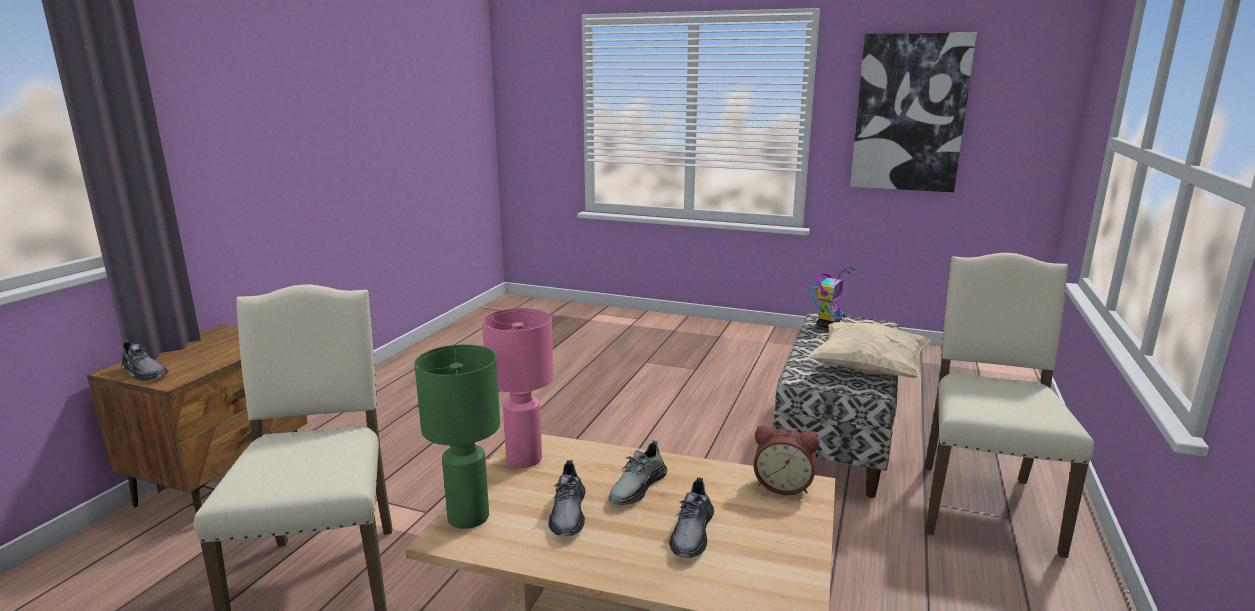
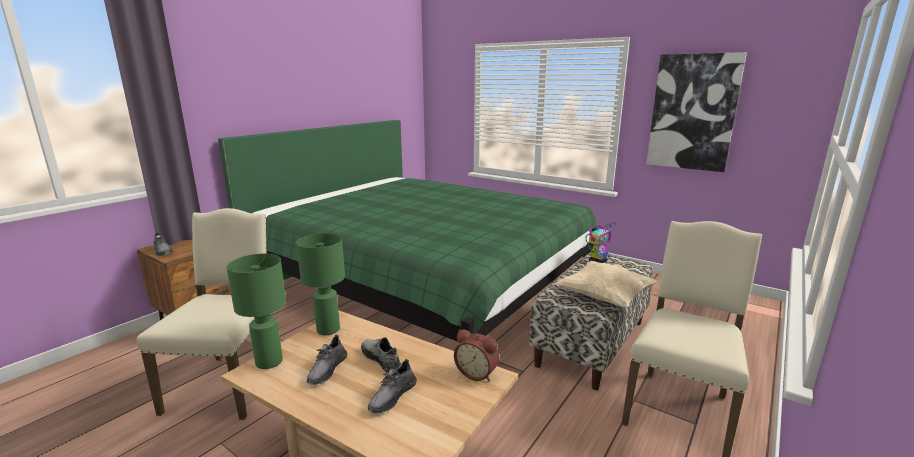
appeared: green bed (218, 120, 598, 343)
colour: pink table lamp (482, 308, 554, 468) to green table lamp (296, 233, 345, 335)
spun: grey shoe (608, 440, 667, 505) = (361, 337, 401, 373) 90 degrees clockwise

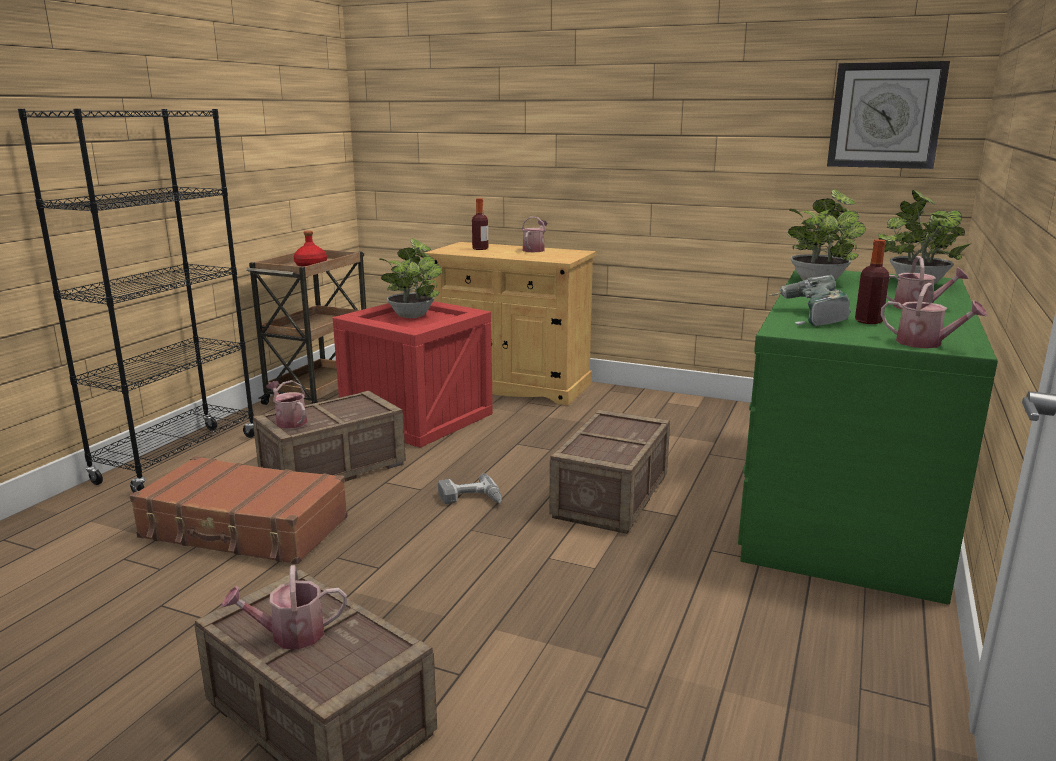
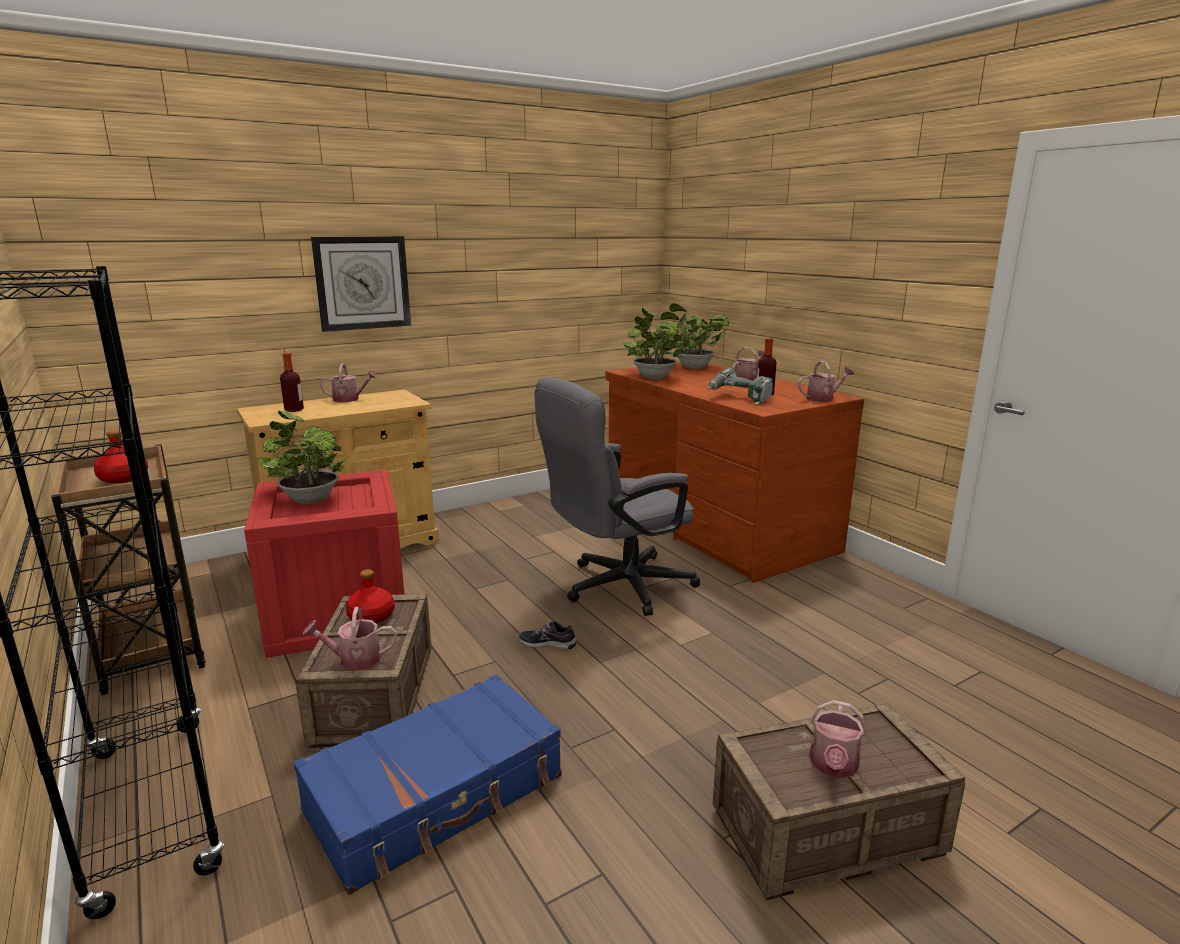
appeared: red bottle (346, 569, 395, 624)
relocated: wall clock (827, 61, 950, 169) to (311, 236, 411, 332)
exchanged: power drill (438, 473, 502, 504) to shoe (518, 621, 577, 649); crate (549, 410, 670, 534) to grey office chair (534, 377, 700, 616)
colour: brown suitcase (130, 456, 348, 565) to blue suitcase (294, 674, 561, 895); green desk (738, 269, 998, 605) to brown desk (606, 362, 864, 583)
spun: watering can (522, 217, 547, 252) = (319, 363, 378, 402) 120 degrees clockwise

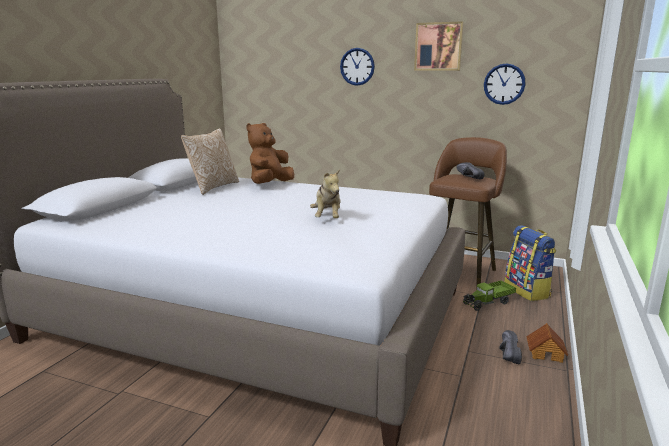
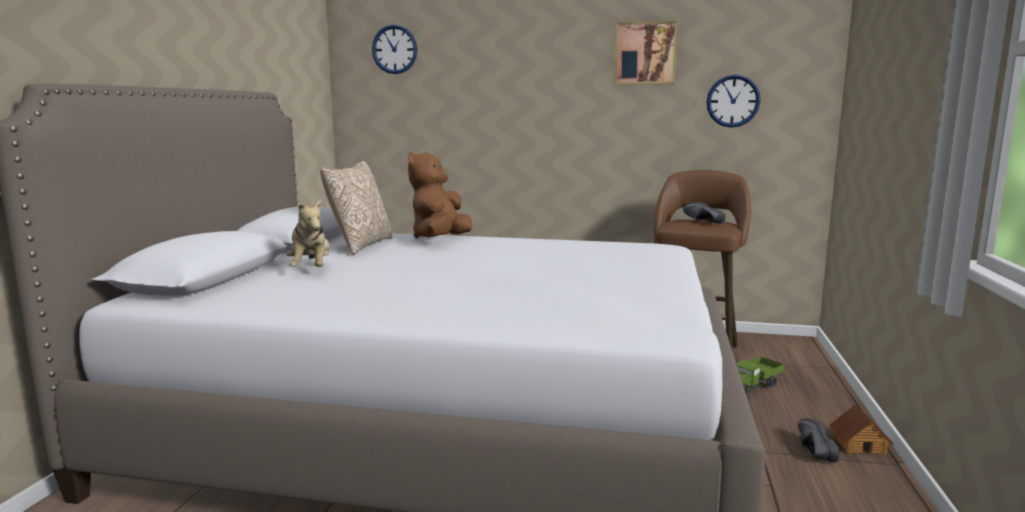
missing: backpack (504, 225, 556, 301)
relocated: plush toy (310, 169, 341, 218) to (286, 199, 330, 267); wall clock (340, 48, 375, 86) to (372, 25, 417, 74)

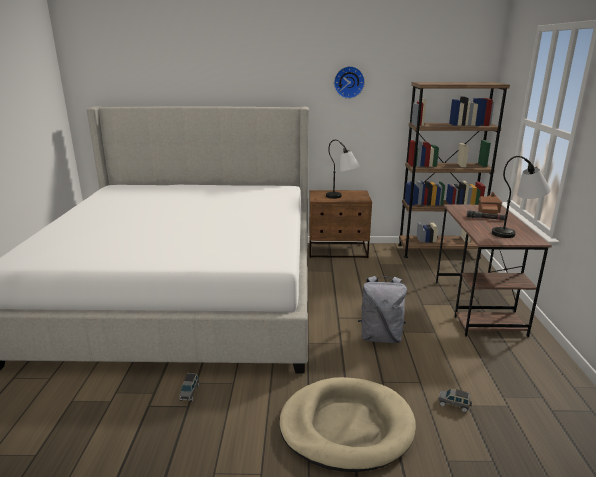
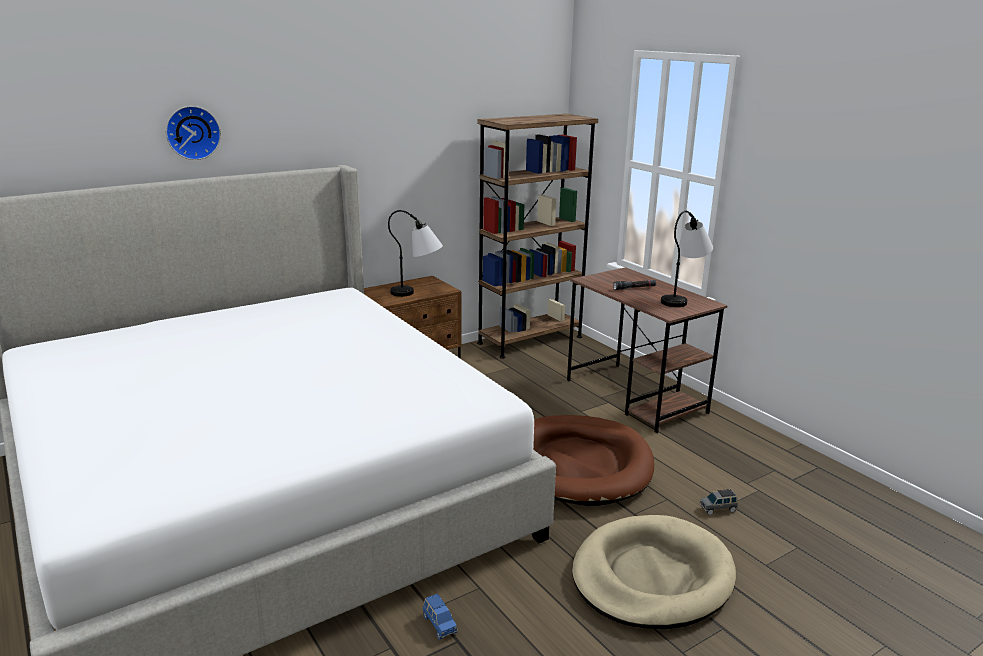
missing: toy house (478, 192, 503, 214)
relocated: wall clock (334, 66, 365, 99) to (166, 106, 221, 160)
exchanged: grey backpack (358, 276, 407, 343) to brown dog bed (533, 415, 654, 506)
colour: grey toy car (179, 373, 199, 402) to blue toy car (423, 593, 458, 640)

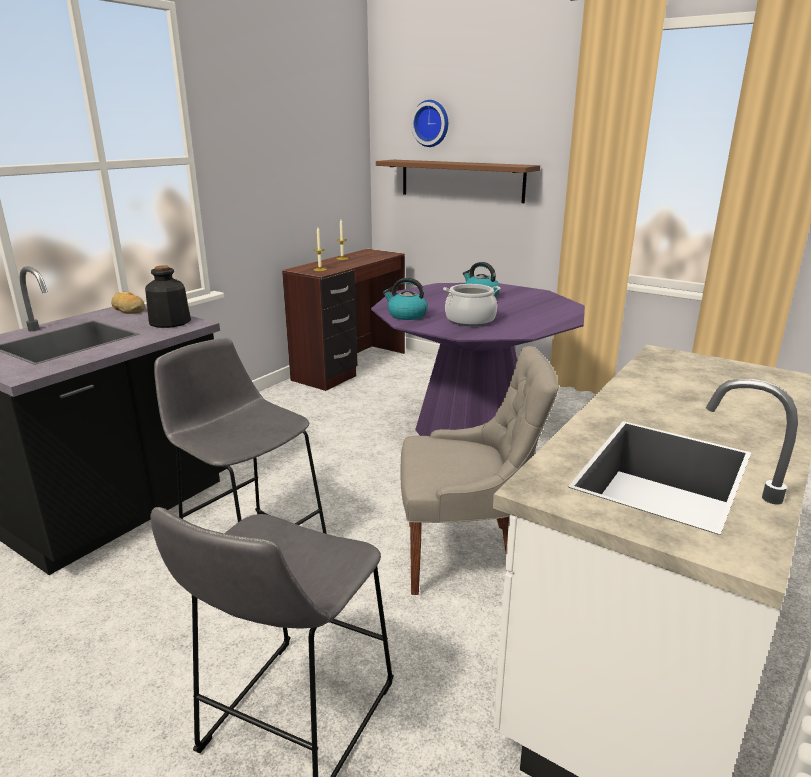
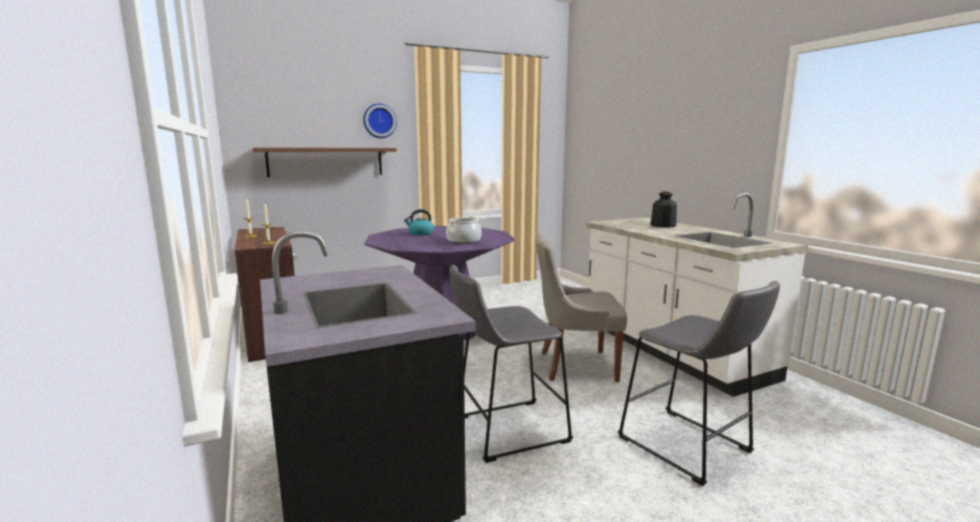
missing: bread (111, 291, 145, 314); kettle (383, 278, 428, 320)
relocated: bottle (145, 265, 191, 328) to (650, 191, 677, 228); wall clock (411, 100, 448, 147) to (363, 104, 397, 138)
spun: grey chair (401, 346, 559, 595) = (534, 234, 627, 382) 120 degrees counterclockwise

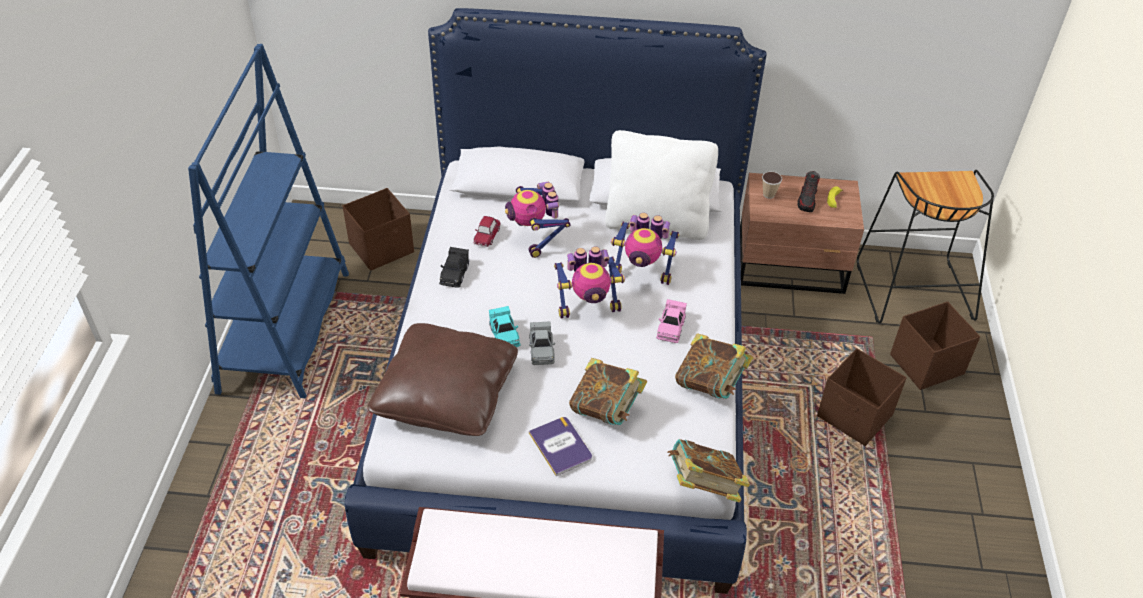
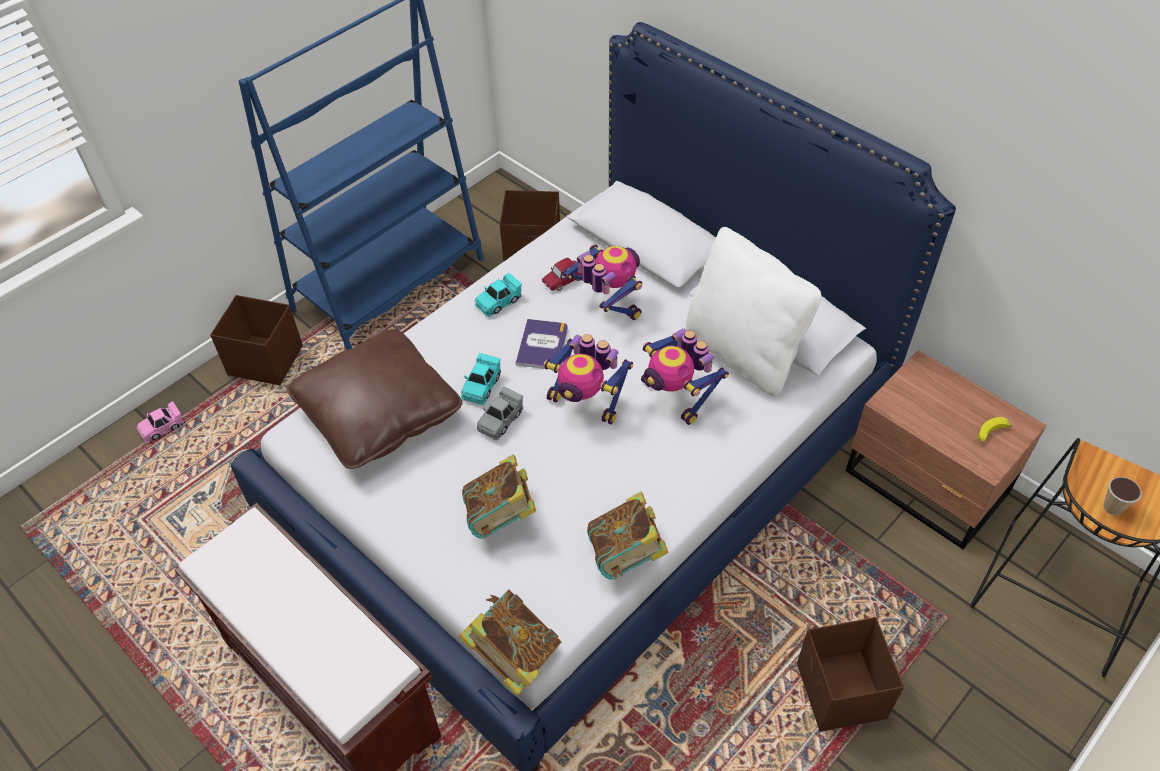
missing: shoe (798, 171, 820, 212)
relocated: book (529, 417, 592, 476) to (516, 319, 568, 369); pink toy car (656, 299, 687, 343) to (137, 401, 184, 443); cup (762, 172, 782, 199) to (1103, 477, 1142, 515); brown storage box (890, 301, 980, 390) to (210, 295, 303, 385)
colour: black toy car (439, 247, 469, 288) to turquoise toy car (475, 273, 522, 317)
spun: toy robot (505, 182, 571, 258) = (562, 245, 642, 320) 120 degrees clockwise

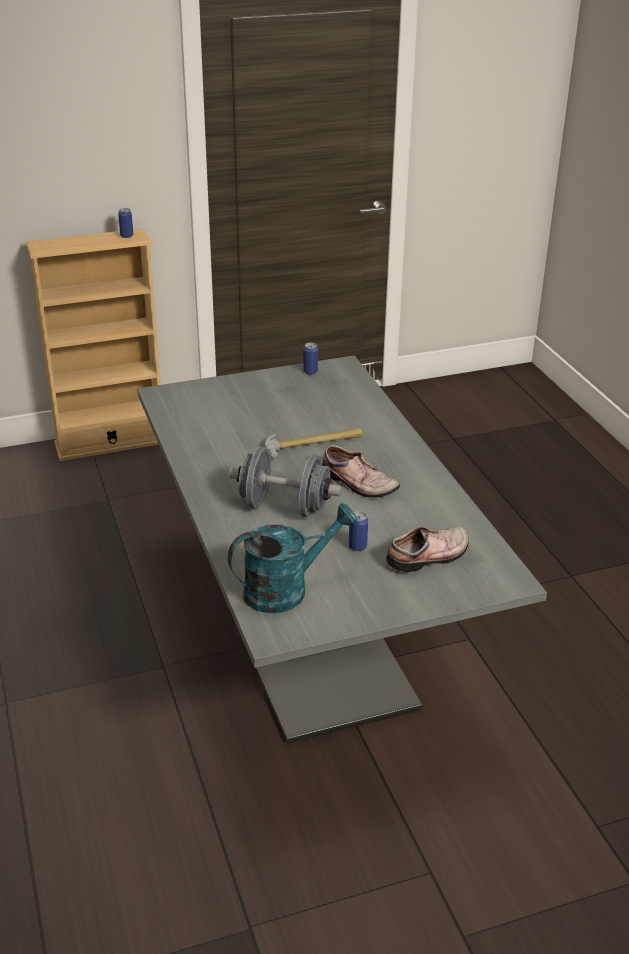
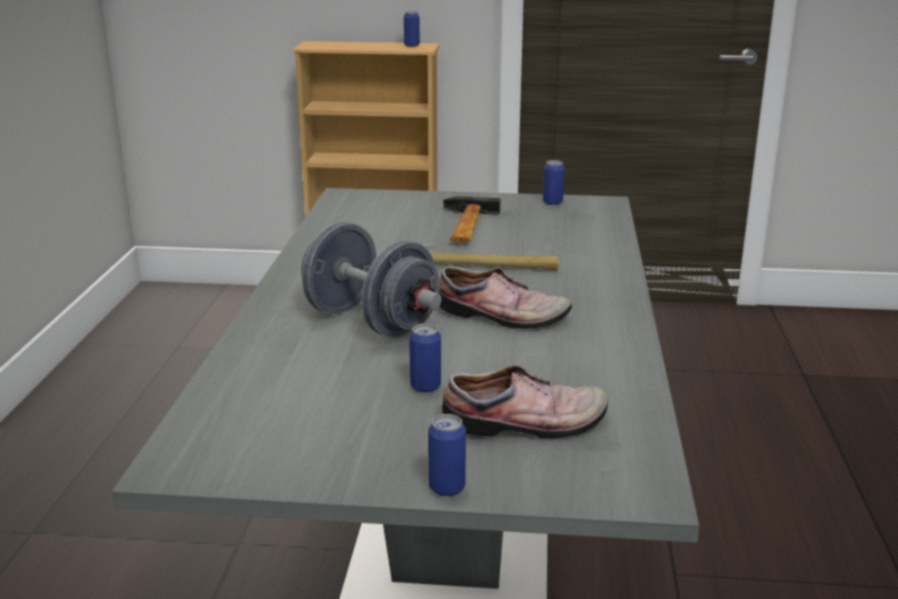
missing: turquoise watering can (228, 503, 358, 613)
appeared: can (428, 414, 466, 496); hammer (443, 196, 501, 243)
spun: shoe (322, 445, 400, 498) = (439, 266, 572, 329) 45 degrees counterclockwise

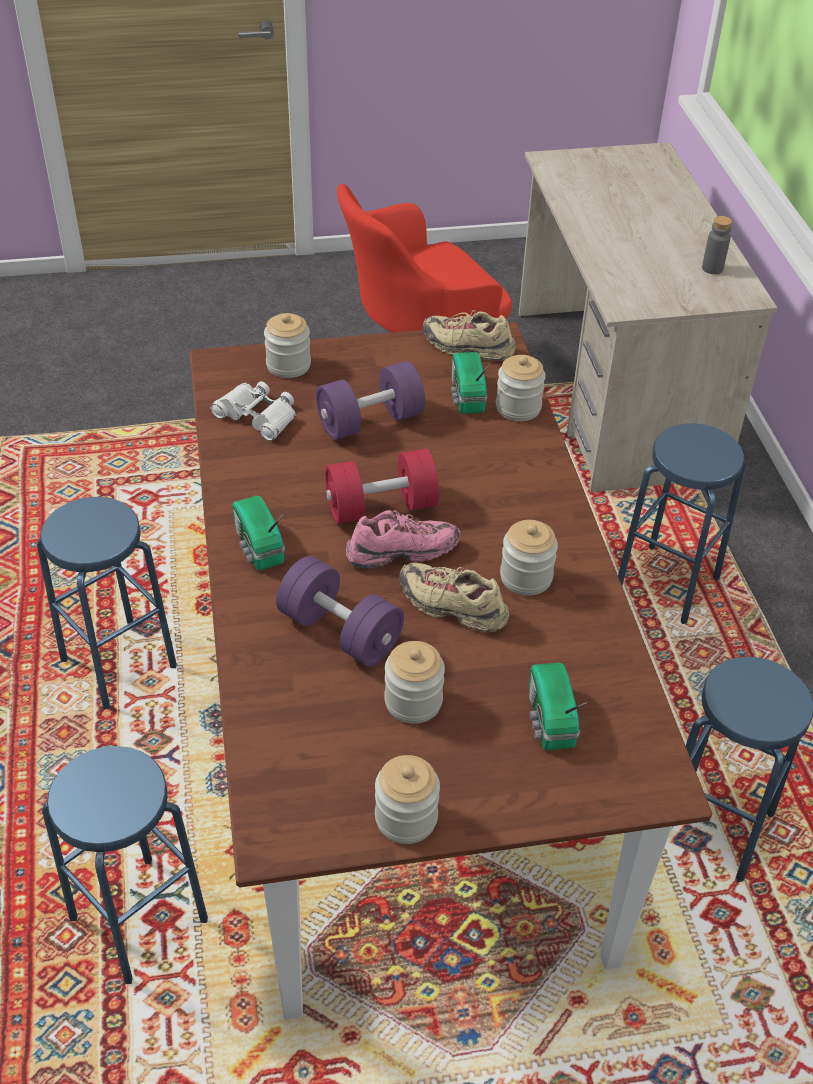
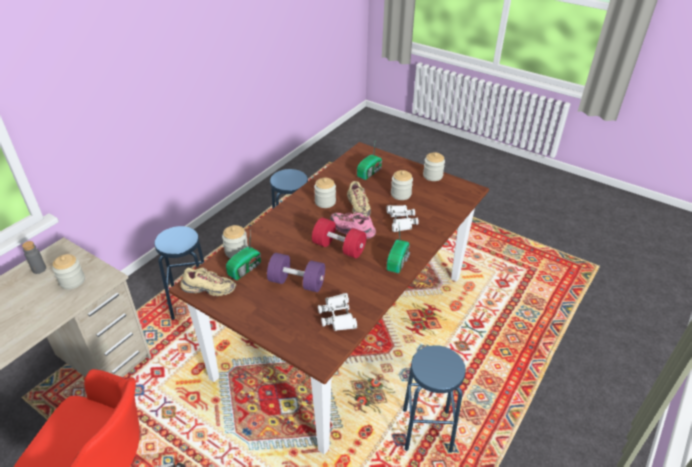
missing: blue stool (42, 746, 208, 984)
relocated: jar (264, 313, 311, 378) to (52, 254, 85, 289)
exchanged: purple dumbbell (276, 556, 404, 666) to white binoculars (386, 205, 419, 232)
spun: beige shoe (423, 310, 516, 361) = (180, 267, 236, 296) 60 degrees counterclockwise

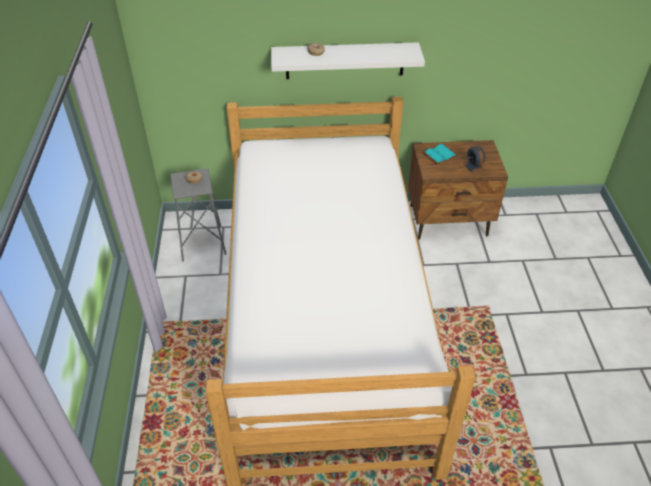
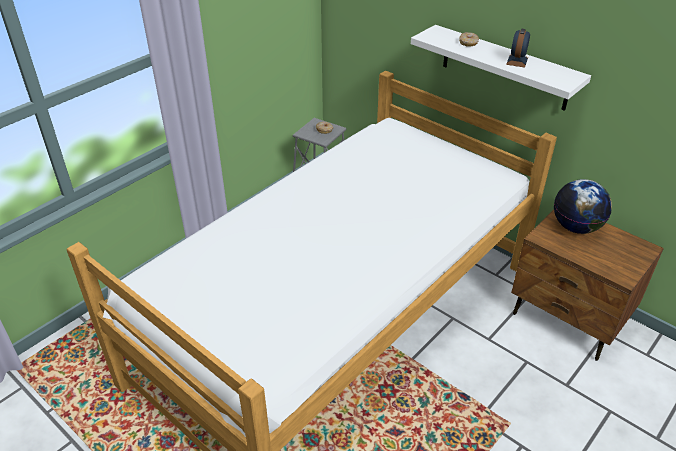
relocated: alarm clock (464, 145, 485, 174) to (506, 29, 530, 68)
exchanged: turquoise book (423, 144, 458, 165) to globe (554, 179, 612, 234)

